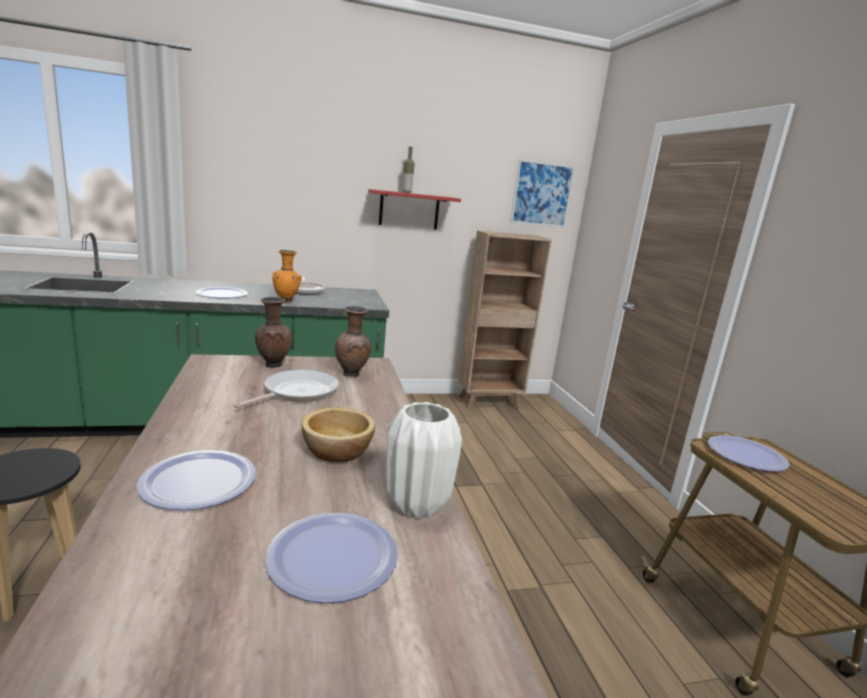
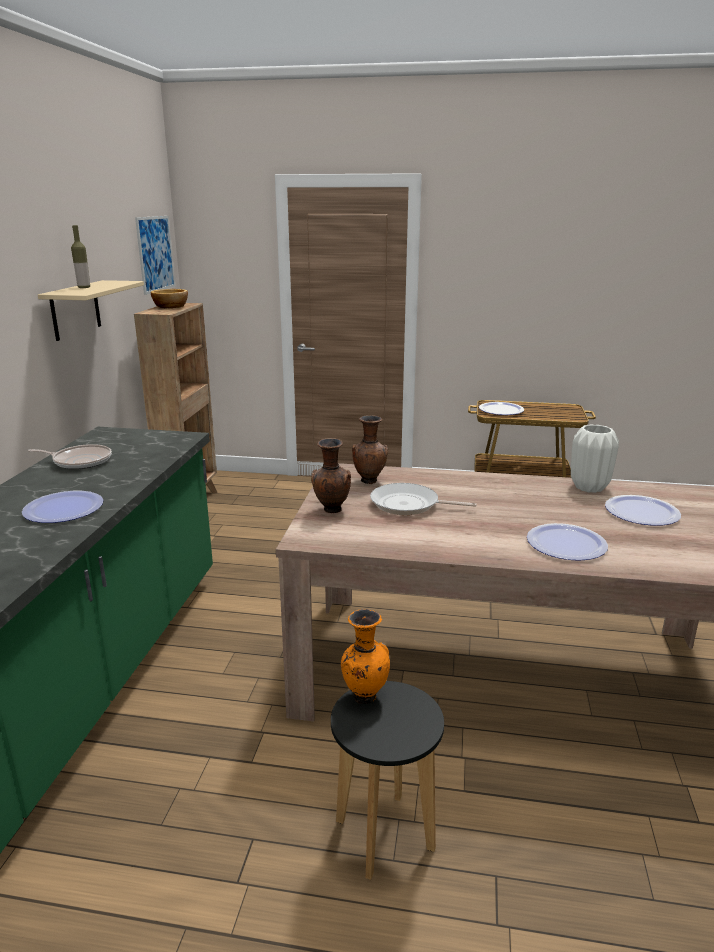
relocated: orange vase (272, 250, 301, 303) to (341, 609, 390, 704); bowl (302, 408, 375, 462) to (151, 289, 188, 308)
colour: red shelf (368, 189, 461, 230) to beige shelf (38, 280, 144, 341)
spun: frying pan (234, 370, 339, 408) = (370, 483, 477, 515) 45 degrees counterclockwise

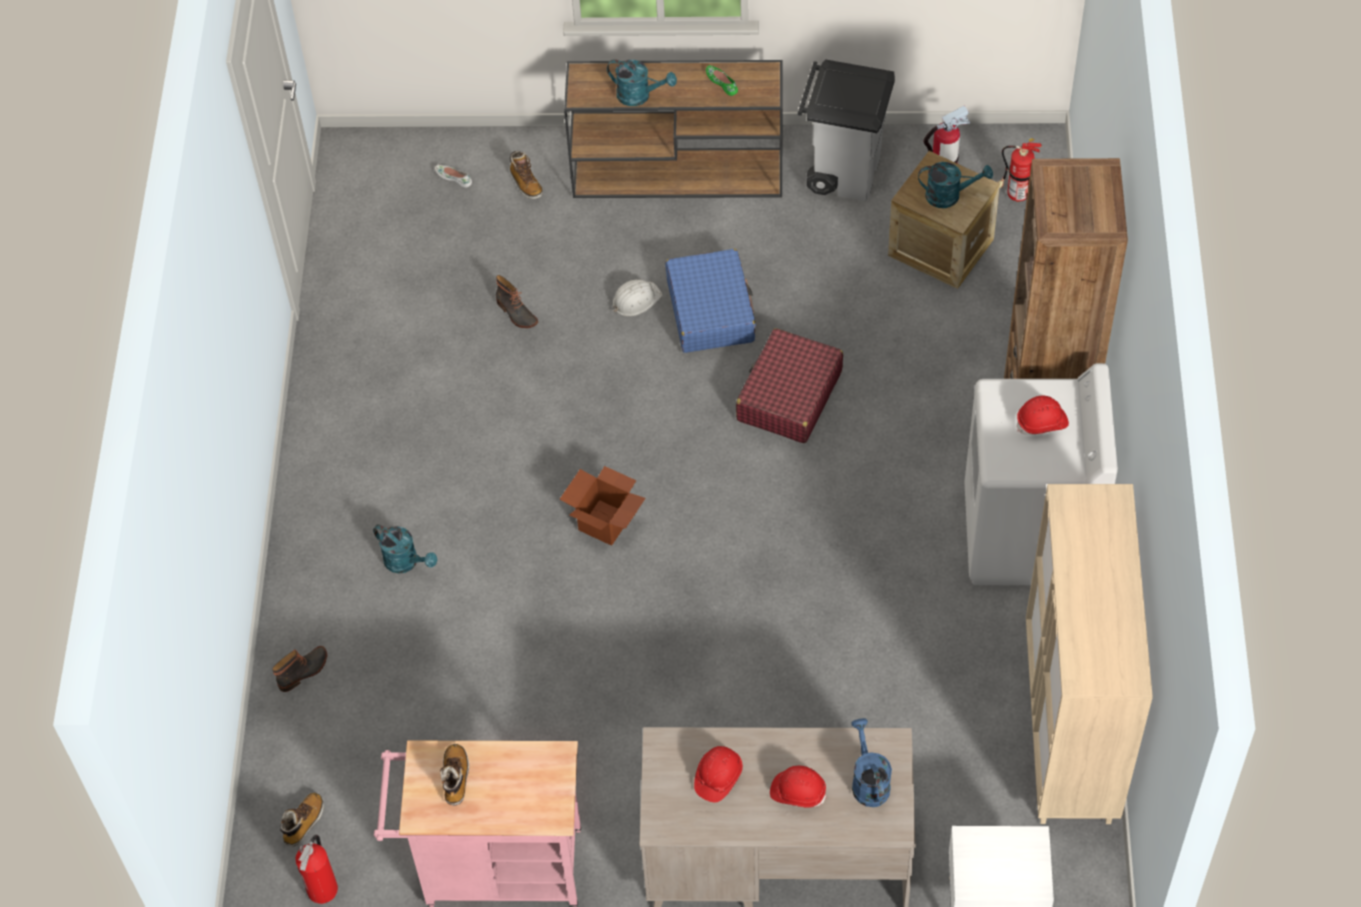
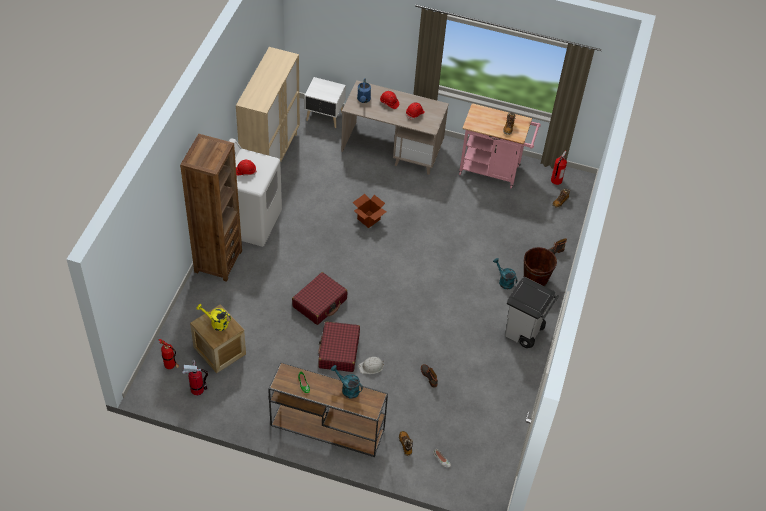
appeared: brown bucket (524, 247, 557, 286)
relocated: cardboard box (560, 466, 645, 546) to (353, 194, 387, 228); grey trash can (798, 59, 895, 201) to (505, 277, 559, 348)
colour: blue suitcase (665, 249, 756, 353) to red suitcase (318, 322, 360, 372); turquoise watering can (918, 162, 993, 208) to yellow watering can (197, 304, 231, 331)

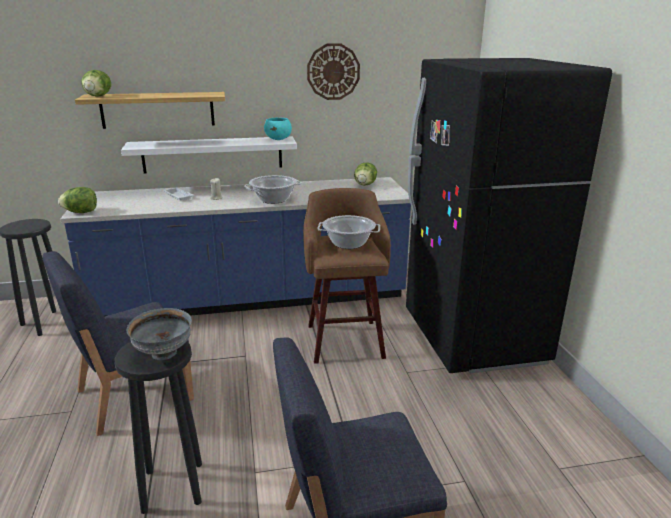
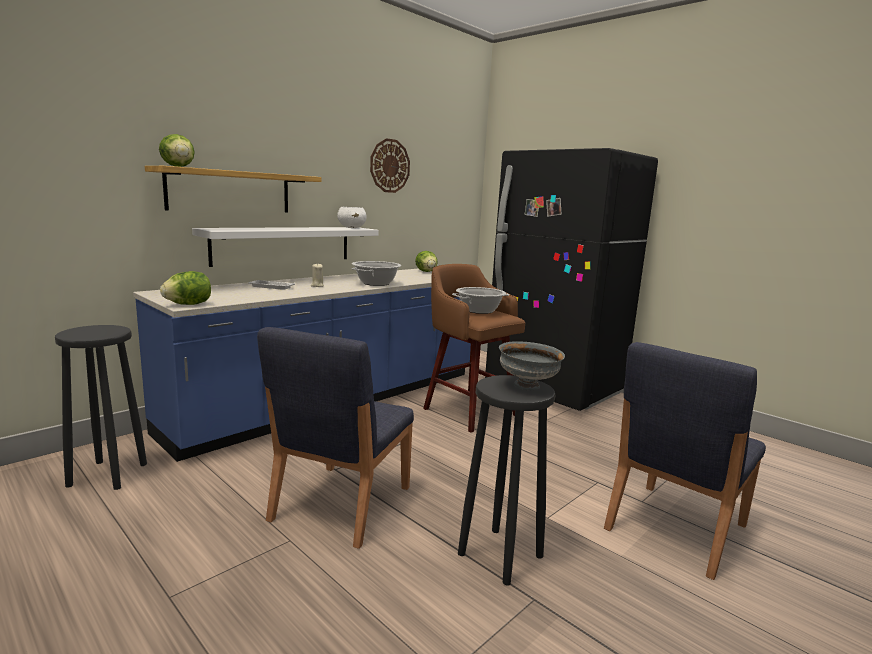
colour: turquoise bowl (264, 118, 292, 140) to white bowl (337, 207, 367, 228)

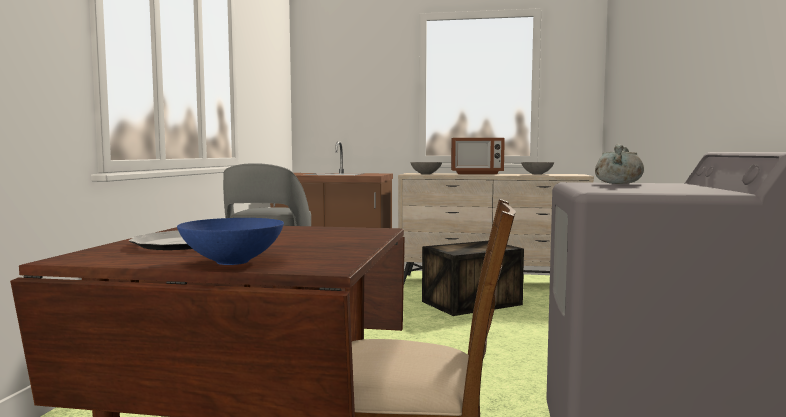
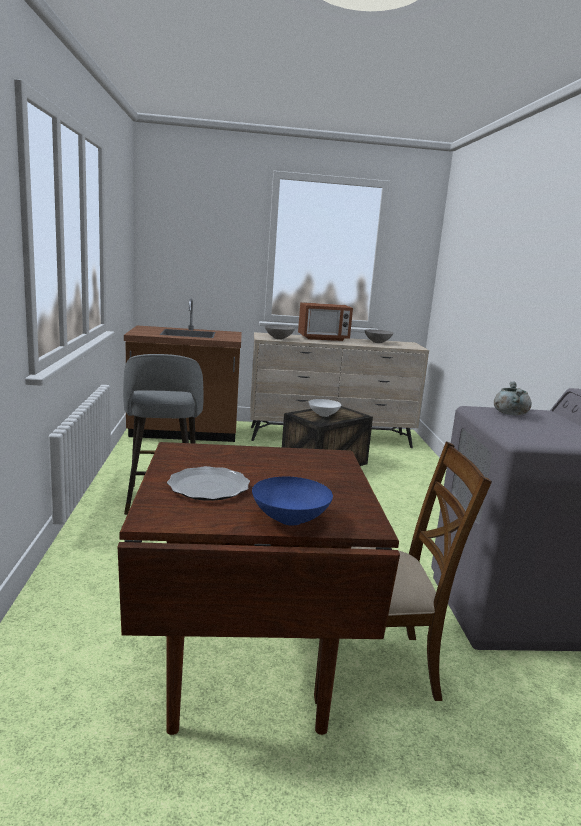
appeared: white bowl (309, 399, 341, 417)

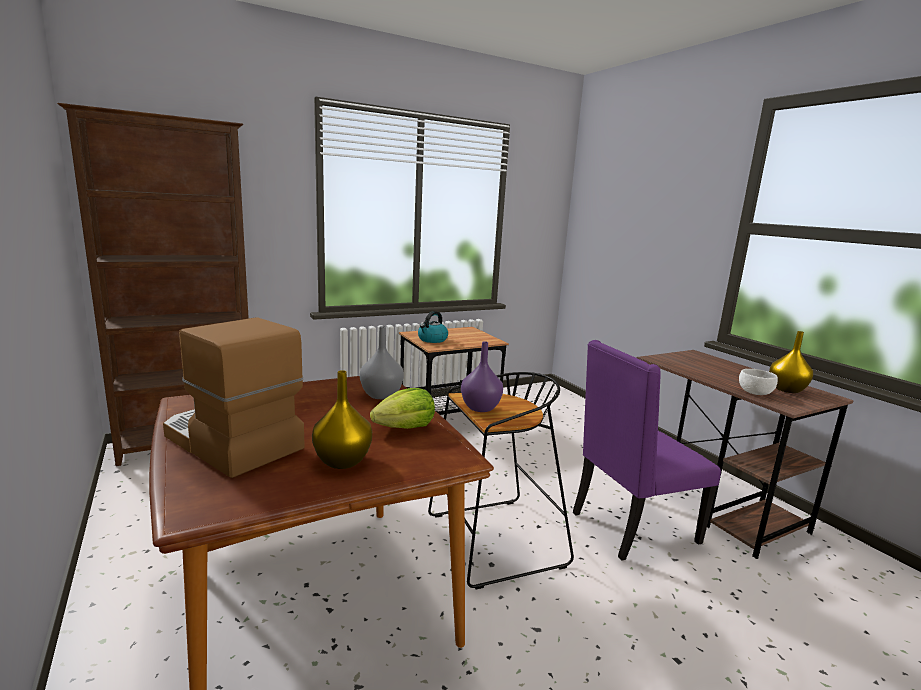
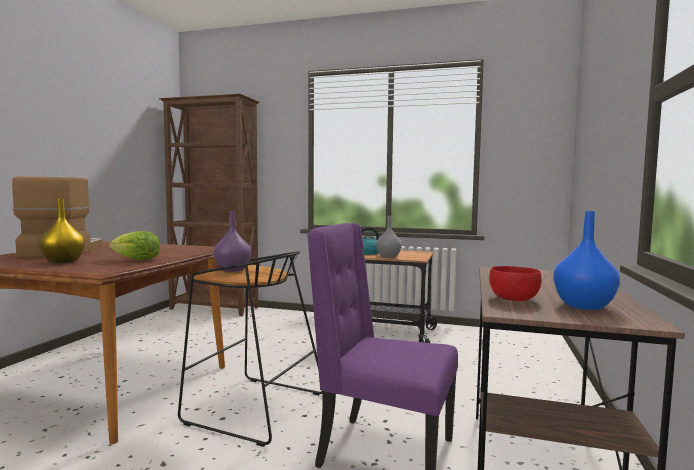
relocated: grey vase (360, 326, 404, 399) to (376, 216, 402, 258)
colour: white bowl (739, 369, 778, 395) to red bowl (489, 266, 542, 301); yellow vase (769, 331, 813, 393) to blue vase (553, 211, 620, 310)

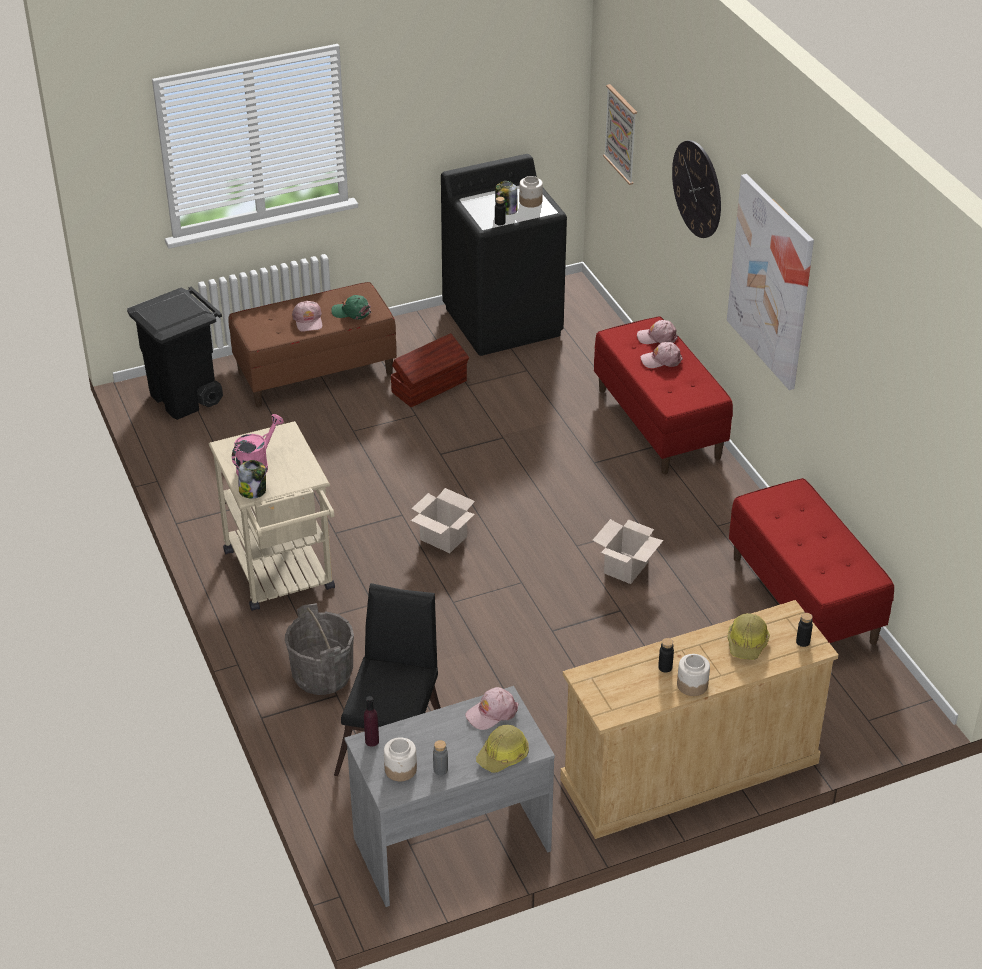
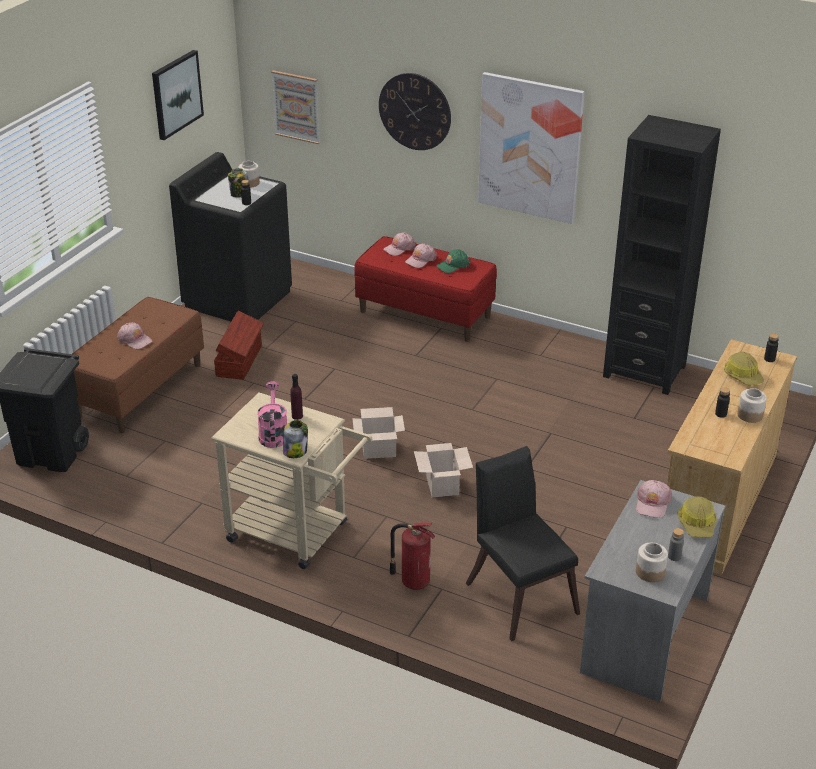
appeared: picture (152, 50, 204, 140)
relocated: green cap (331, 295, 371, 320) to (437, 249, 471, 273); purple bottle (364, 696, 379, 747) to (290, 374, 303, 420); cardboard box (593, 519, 663, 584) to (414, 443, 473, 498)
exchanged: grey bucket (285, 603, 354, 695) to fire extinguisher (389, 522, 435, 590); red bench (729, 478, 894, 645) to black bookcase (603, 115, 721, 395)

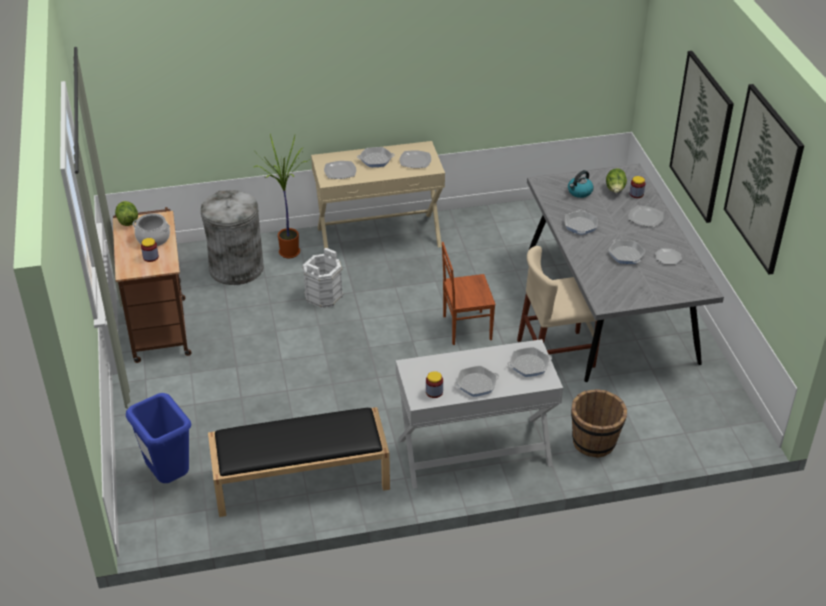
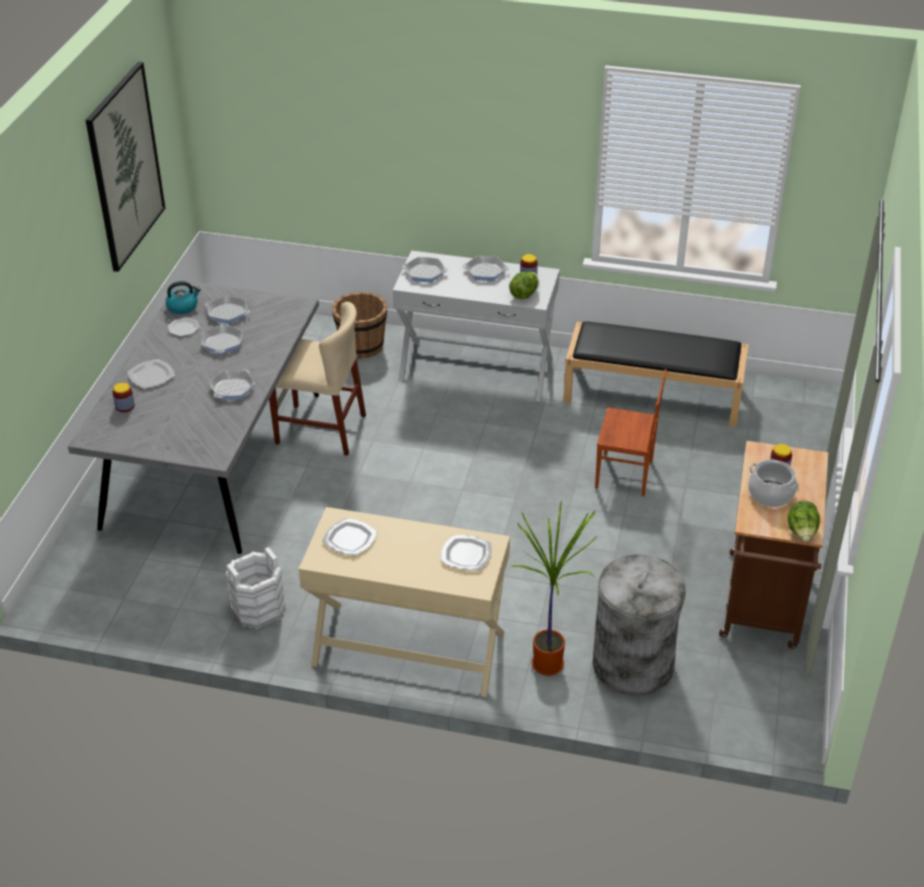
missing: blue trash can (126, 393, 191, 483); picture (669, 51, 734, 223)
relocated: white bucket (302, 248, 344, 308) to (225, 547, 286, 629); frying pan (357, 147, 395, 167) to (205, 296, 250, 324); brown chair (442, 242, 496, 345) to (595, 369, 667, 496); kettle (568, 170, 593, 198) to (166, 281, 201, 314); lettuce (606, 168, 627, 193) to (509, 271, 538, 299)

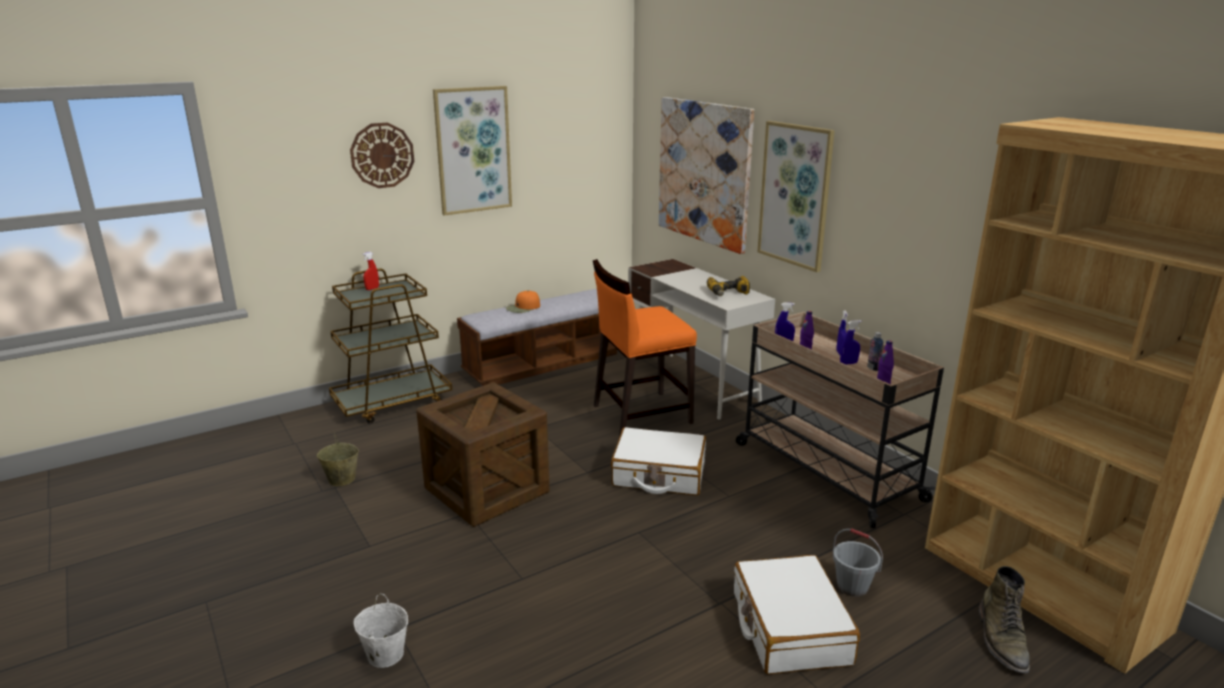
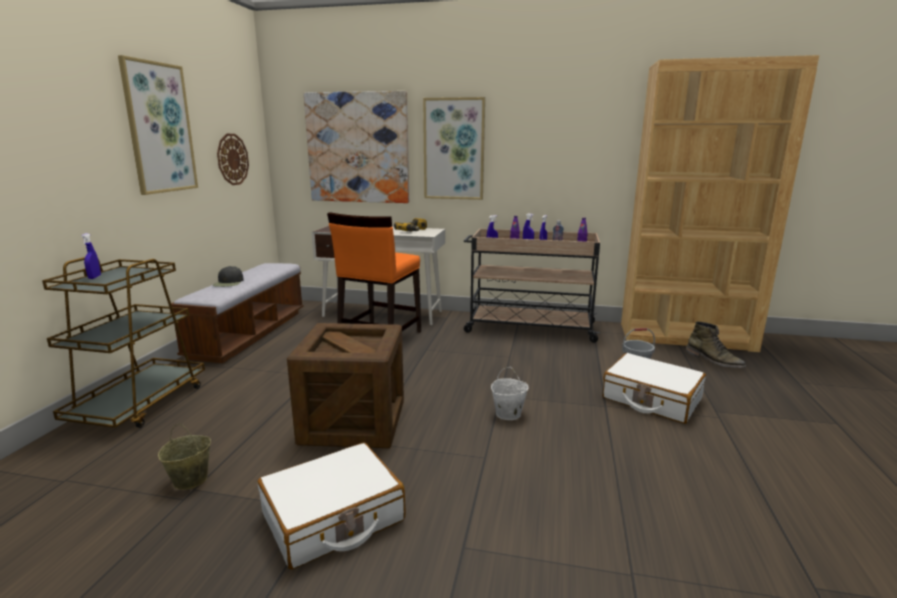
relocated: wall clock (350, 122, 414, 188) to (217, 134, 249, 185); white bucket (354, 593, 408, 668) to (491, 367, 529, 420); white suitcase (611, 427, 706, 496) to (258, 443, 406, 569)
colour: red spray bottle (362, 252, 379, 290) to blue spray bottle (81, 233, 101, 279); orange cap (506, 291, 540, 313) to black cap (213, 266, 244, 287)

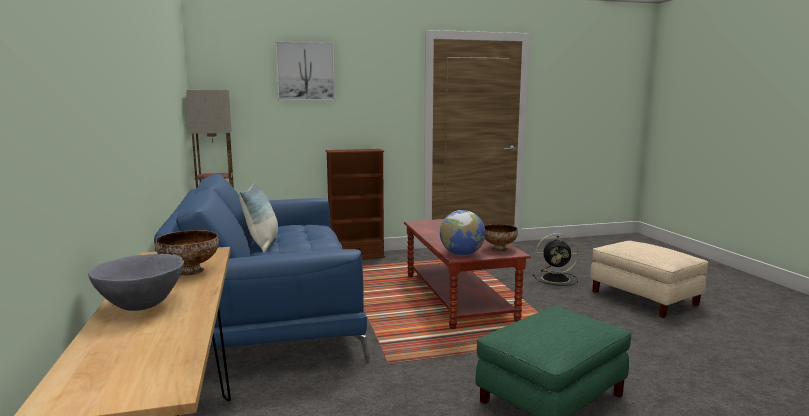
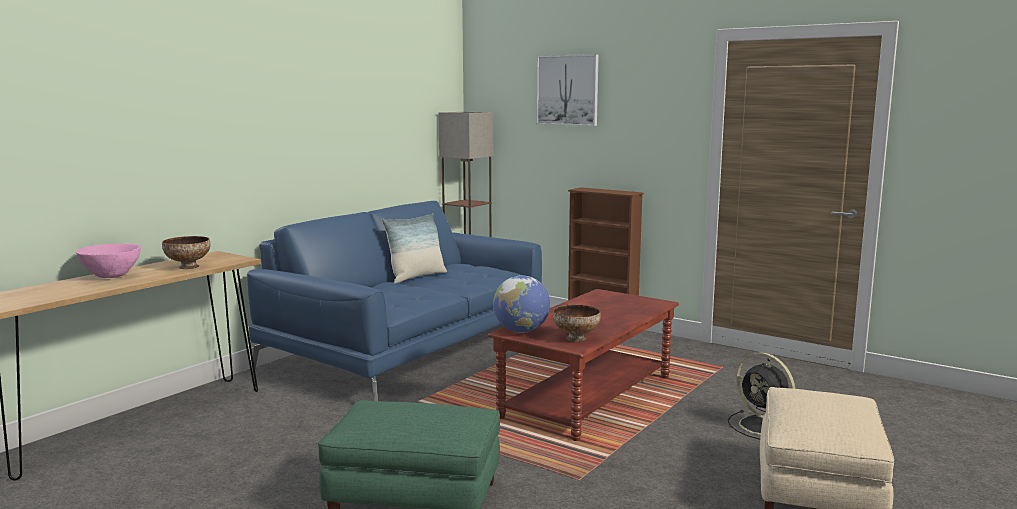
colour: grey bowl (88, 254, 184, 311) to pink bowl (76, 243, 141, 278)

